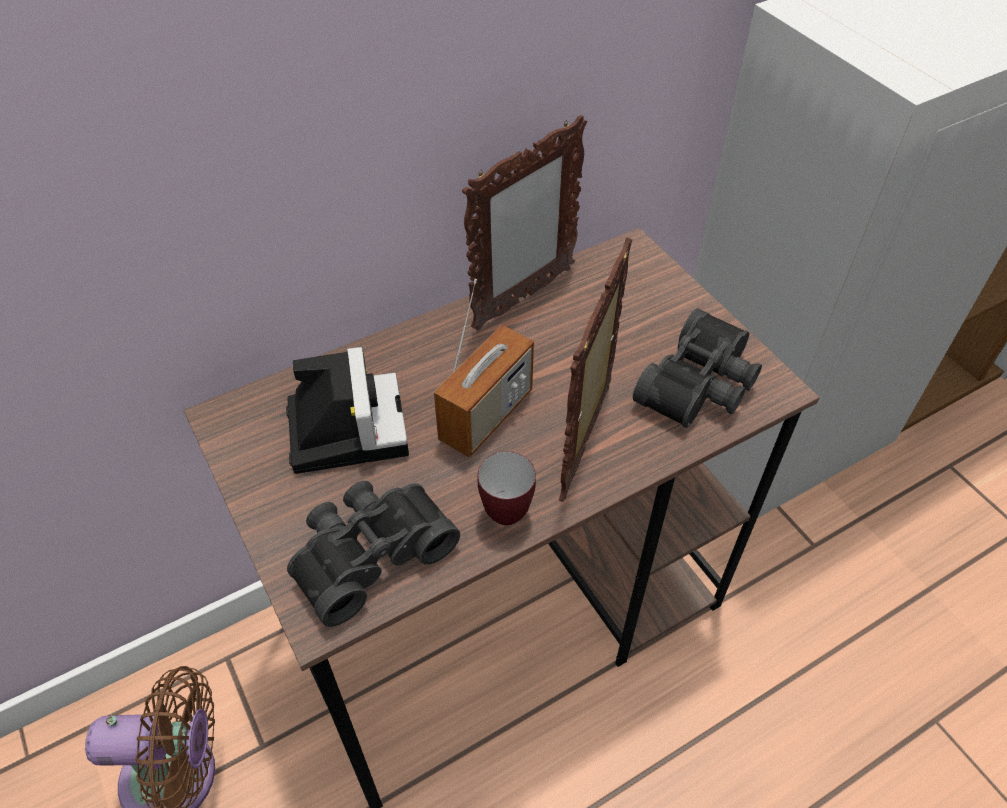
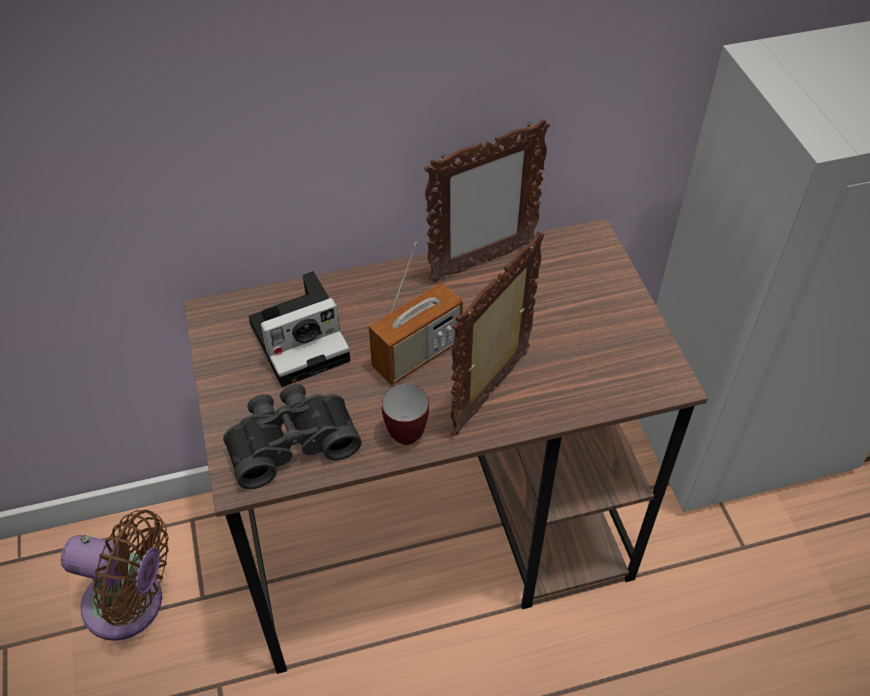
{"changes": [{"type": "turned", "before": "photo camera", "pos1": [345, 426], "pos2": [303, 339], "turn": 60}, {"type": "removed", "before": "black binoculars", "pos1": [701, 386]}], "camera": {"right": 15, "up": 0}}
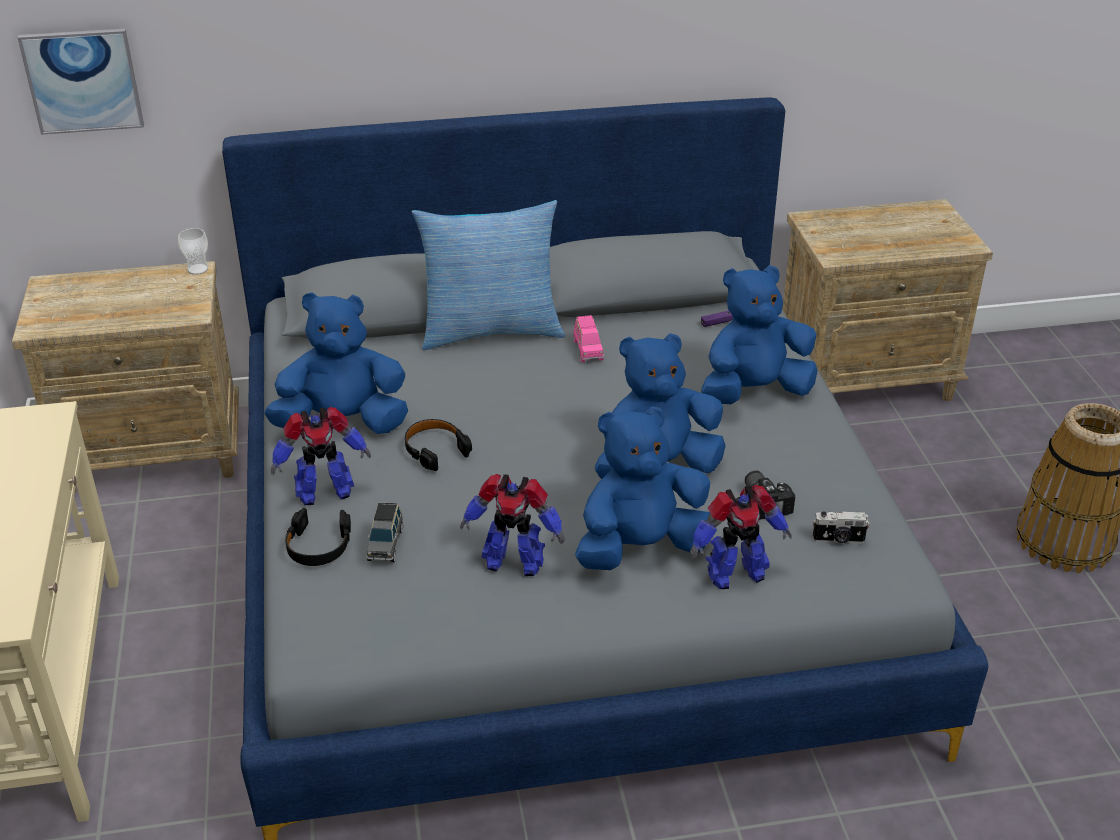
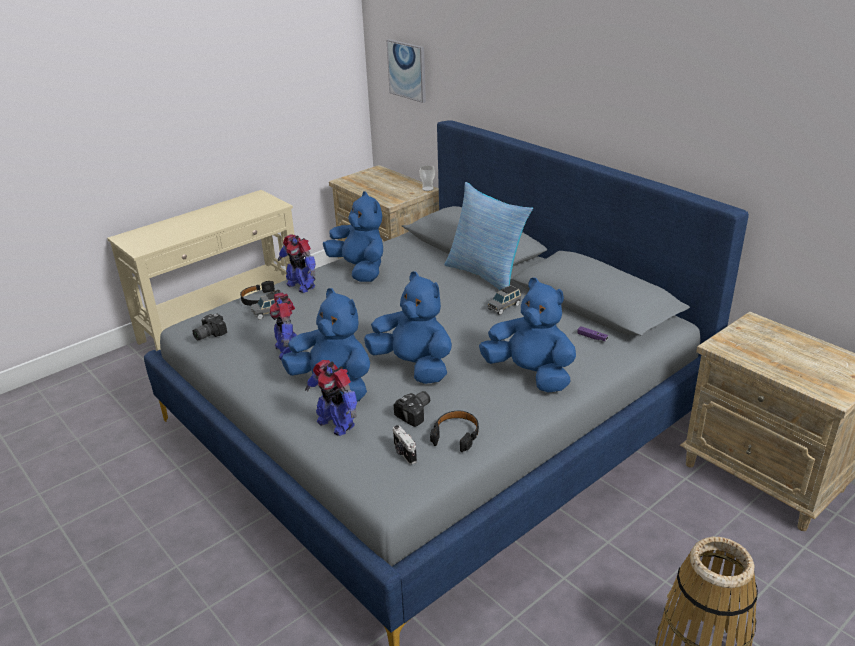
{"changes": [{"type": "added", "after": "photo camera", "pos2": [208, 334]}, {"type": "moved", "before": "black headphones", "pos1": [435, 449], "pos2": [456, 435]}, {"type": "recoloured", "before": "pink toy car", "after": "grey toy car", "pos1": [588, 350], "pos2": [504, 307]}], "camera": {"right": 60, "up": -5}}
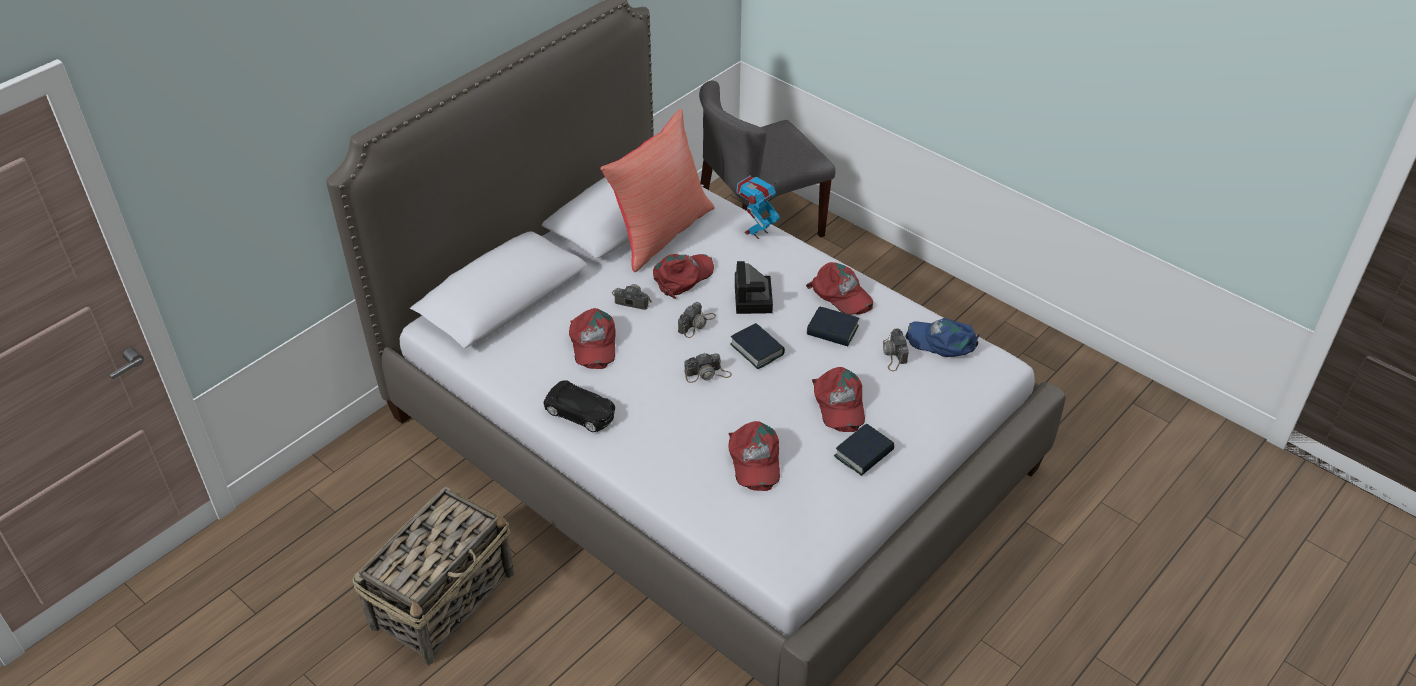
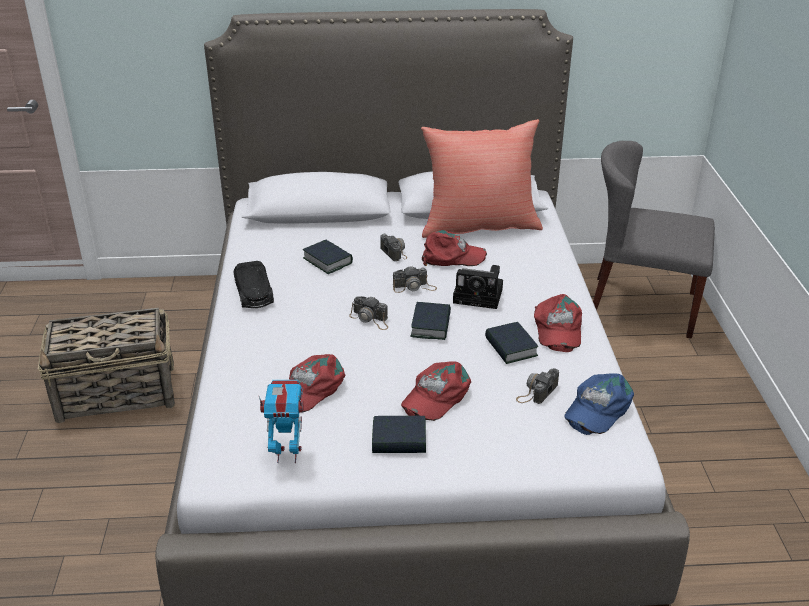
{"changes": [{"type": "moved", "before": "toy robot", "pos1": [756, 232], "pos2": [287, 454]}, {"type": "replaced", "before": "red cap", "after": "book", "pos1": [593, 343], "pos2": [327, 261]}, {"type": "turned", "before": "photo camera", "pos1": [754, 300], "pos2": [480, 296], "turn": -120}, {"type": "turned", "before": "blue cap", "pos1": [942, 341], "pos2": [597, 408], "turn": -120}], "camera": {"right": 45, "up": -10}}
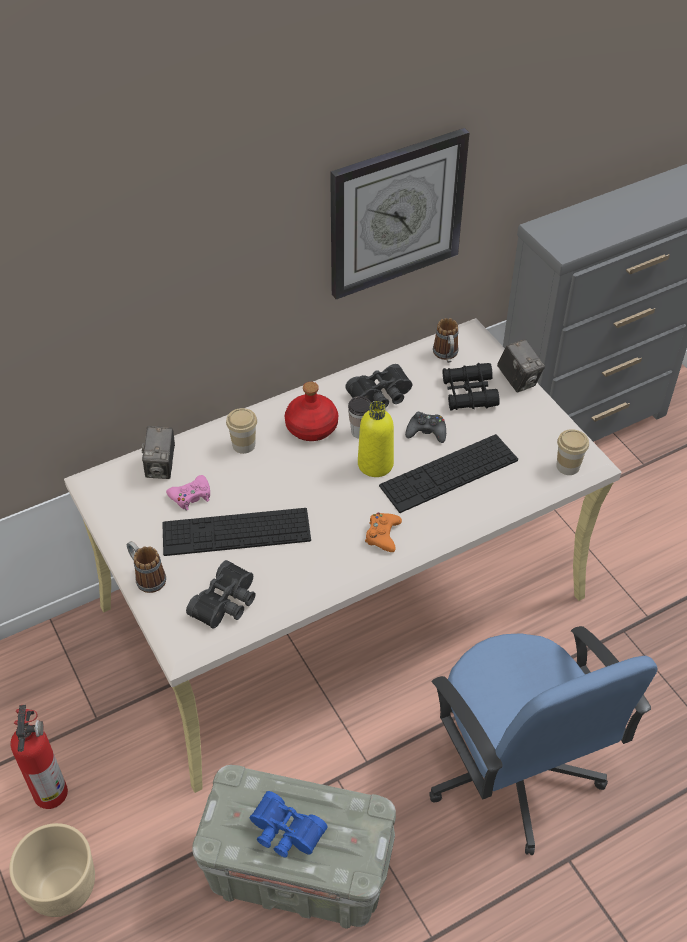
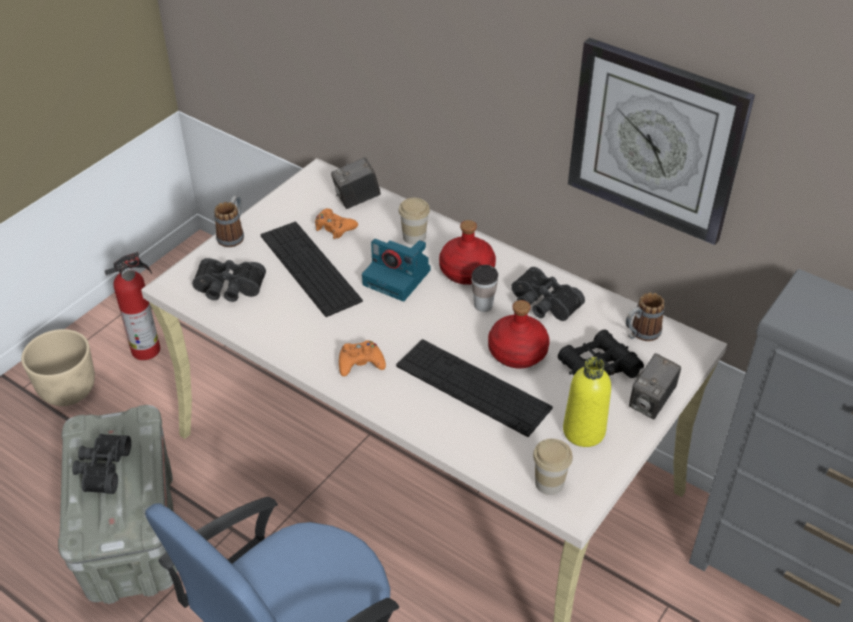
{"changes": [{"type": "recoloured", "before": "blue binoculars", "after": "black binoculars", "pos1": [284, 833], "pos2": [102, 469]}, {"type": "recoloured", "before": "pink game controller", "after": "orange game controller", "pos1": [191, 496], "pos2": [334, 228]}, {"type": "added", "after": "photo camera", "pos2": [398, 277]}, {"type": "replaced", "before": "black game controller", "after": "red bottle", "pos1": [426, 432], "pos2": [518, 352]}, {"type": "moved", "before": "yellow bottle", "pos1": [375, 464], "pos2": [584, 431]}], "camera": {"right": 65, "up": -5}}
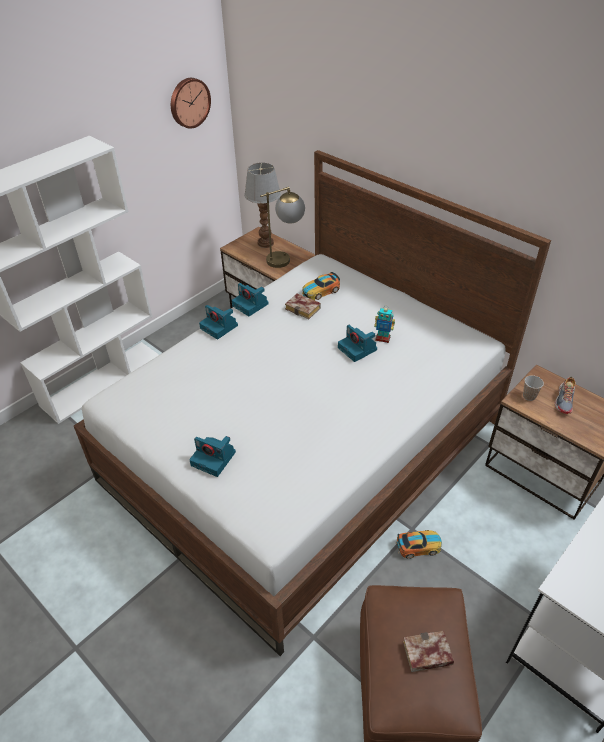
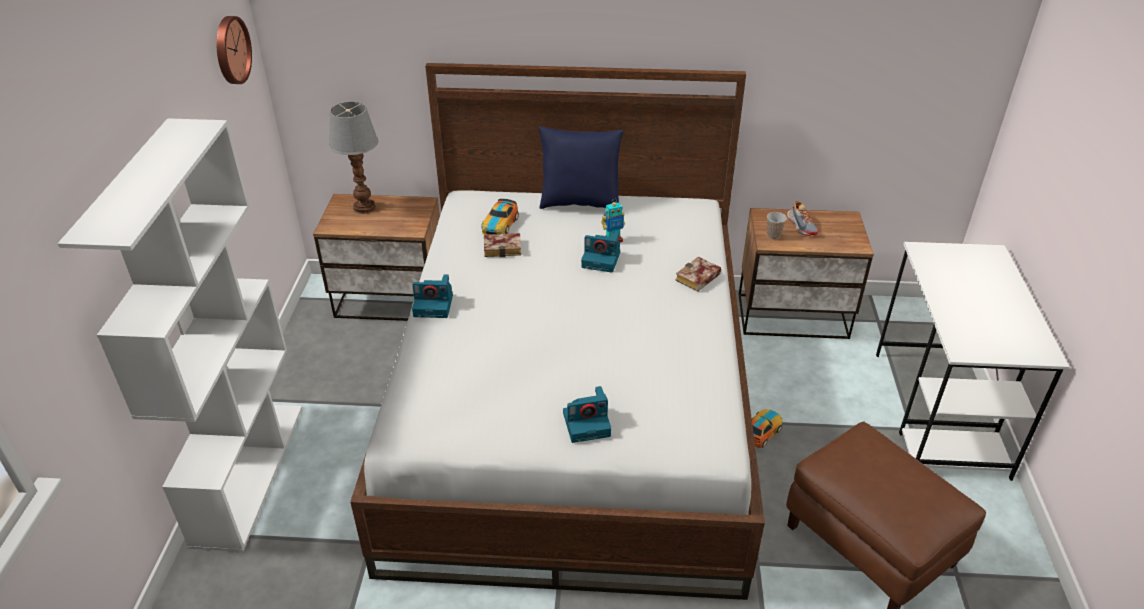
{"changes": [{"type": "added", "after": "blue pillow", "pos2": [580, 203]}, {"type": "moved", "before": "book", "pos1": [425, 655], "pos2": [697, 279]}, {"type": "removed", "before": "photo camera", "pos1": [251, 305]}, {"type": "removed", "before": "table lamp", "pos1": [285, 258]}], "camera": {"right": -40, "up": -5}}
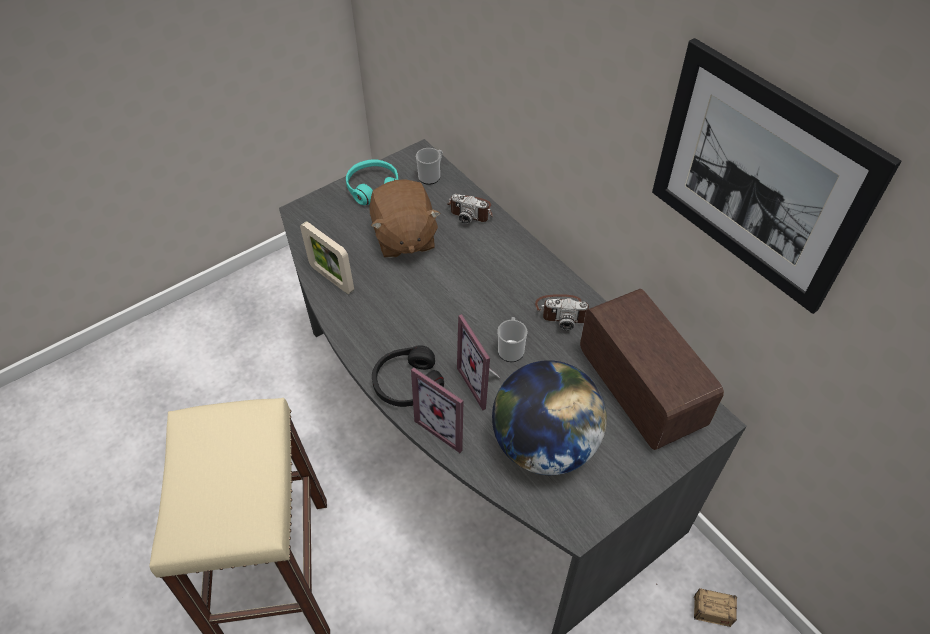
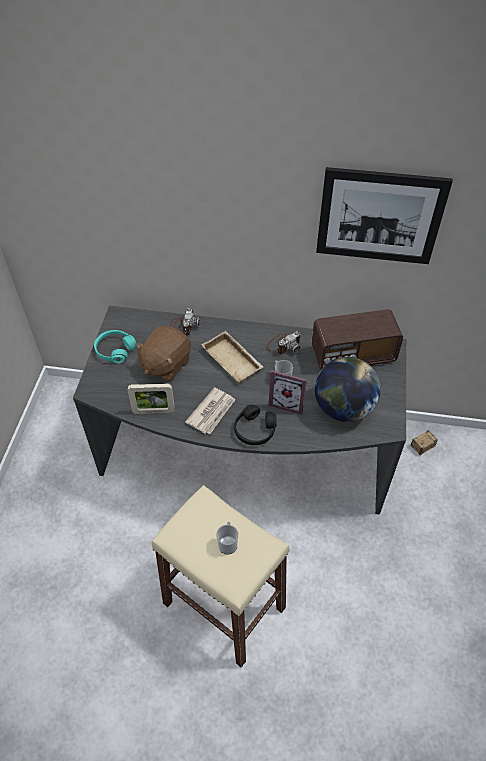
{"changes": [{"type": "turned", "before": "brown plush toy", "pos1": [404, 238], "pos2": [165, 364], "turn": 90}, {"type": "turned", "before": "photo camera", "pos1": [471, 210], "pos2": [182, 327], "turn": -60}, {"type": "added", "after": "newspaper", "pos2": [212, 412]}, {"type": "added", "after": "beige tray", "pos2": [234, 360]}, {"type": "moved", "before": "mug", "pos1": [431, 176], "pos2": [228, 543]}, {"type": "turned", "before": "radio", "pos1": [639, 389], "pos2": [352, 355], "turn": 150}, {"type": "removed", "before": "picture frame", "pos1": [447, 425]}], "camera": {"right": -45, "up": 0}}
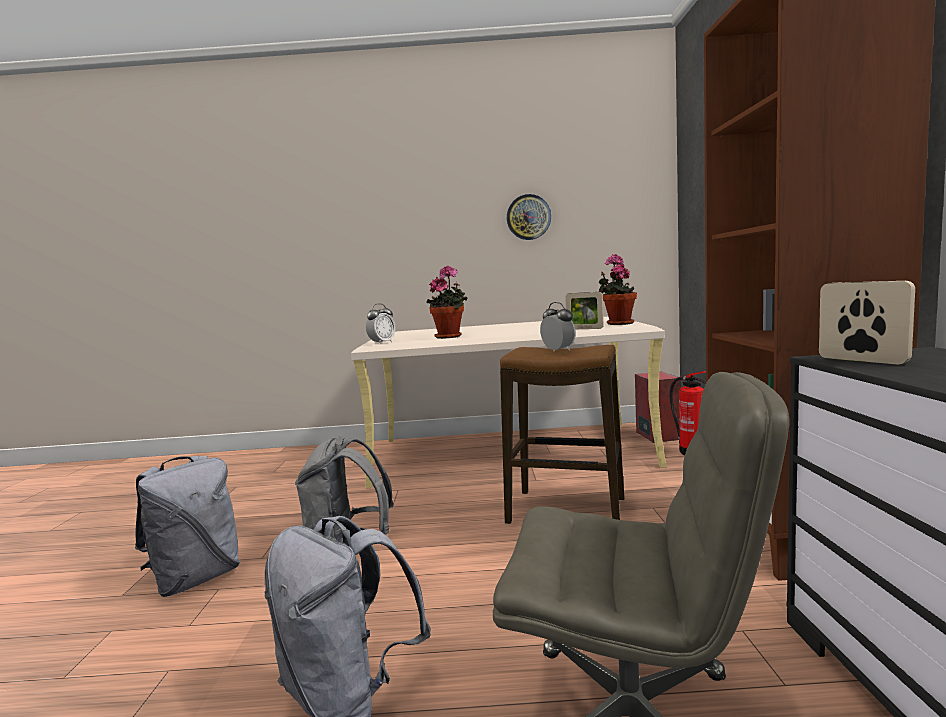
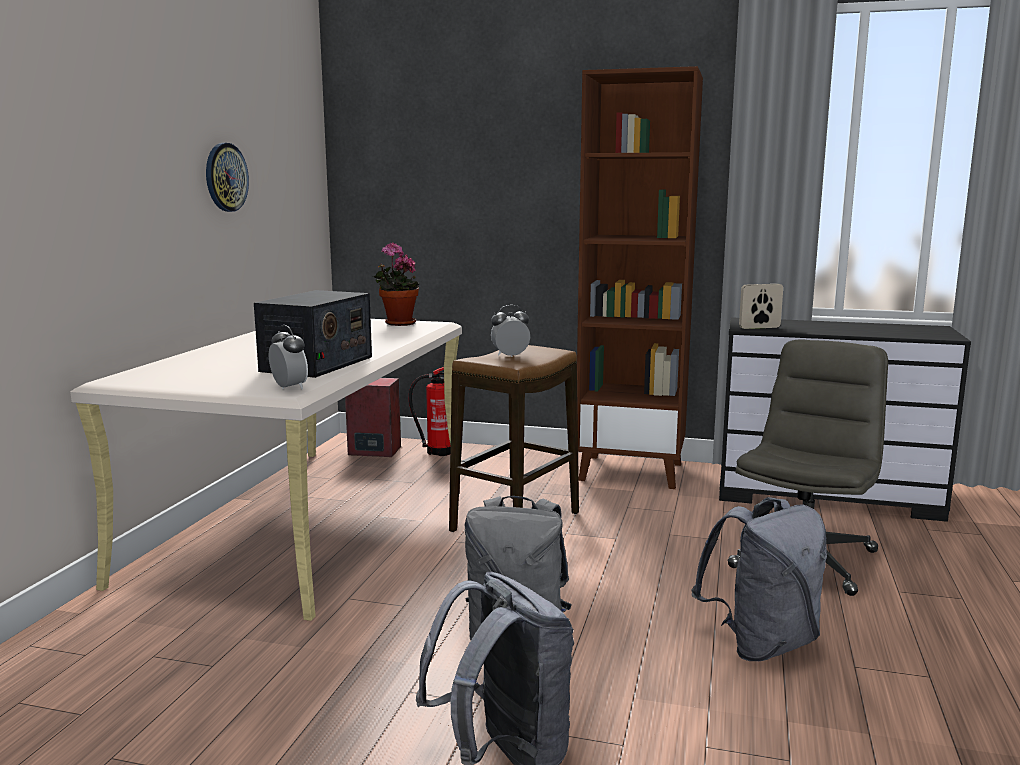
{"changes": [{"type": "replaced", "before": "potted plant", "after": "radio", "pos1": [450, 336], "pos2": [317, 364]}, {"type": "removed", "before": "picture frame", "pos1": [585, 329]}], "camera": {"right": -75, "up": 5}}
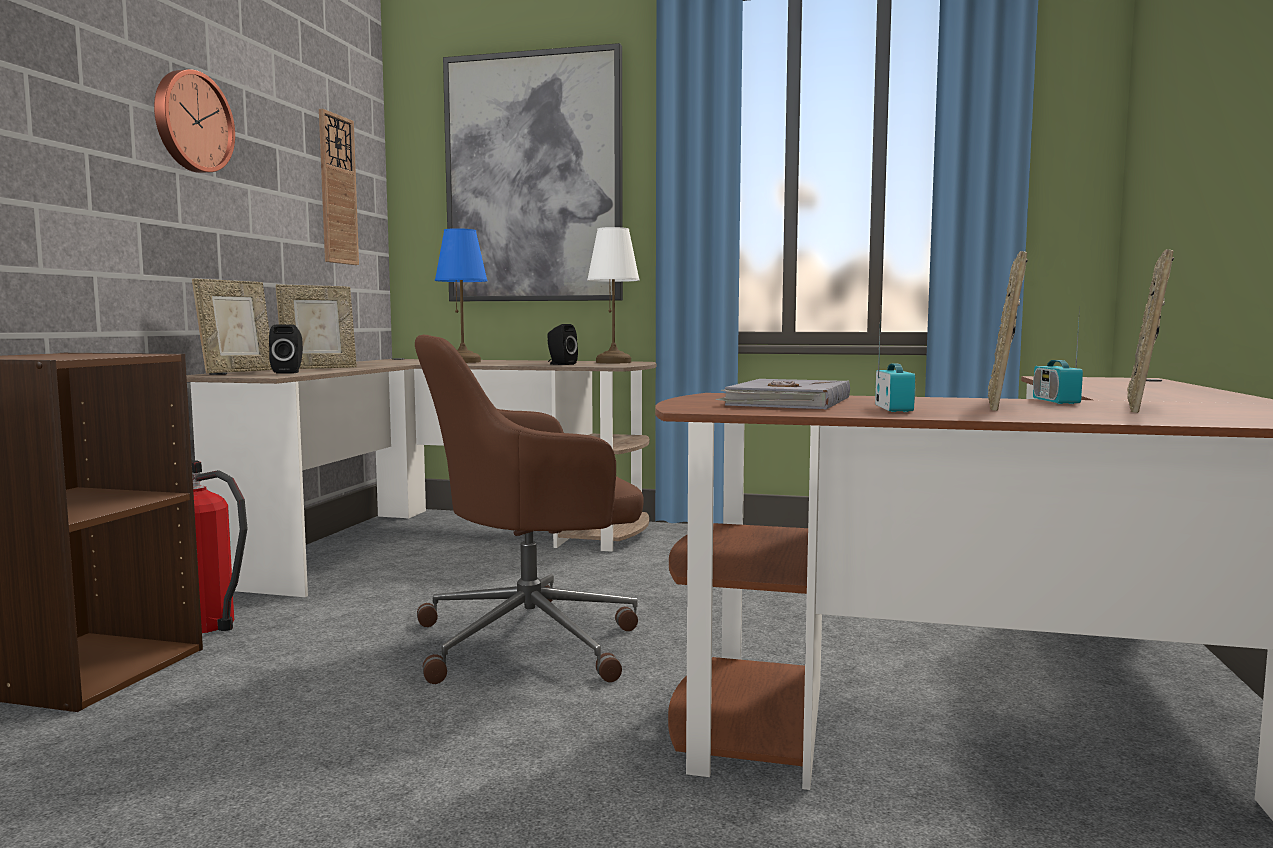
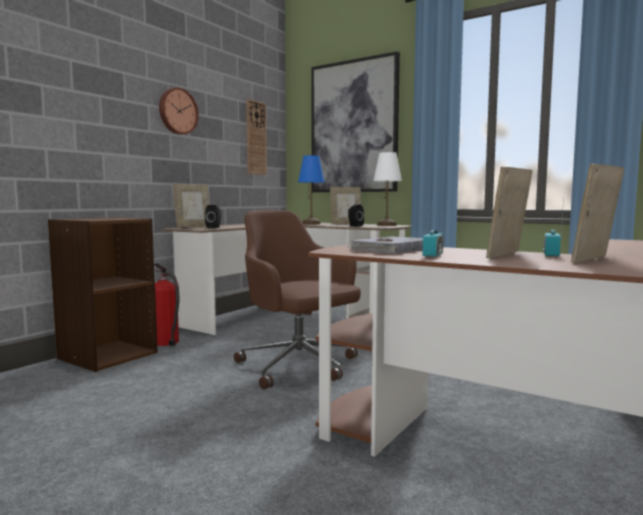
{"changes": [{"type": "turned", "before": "brown office chair", "pos1": [533, 640], "pos2": [299, 366], "turn": 45}, {"type": "moved", "before": "picture frame", "pos1": [319, 368], "pos2": [346, 224]}], "camera": {"right": 20, "up": 0}}
